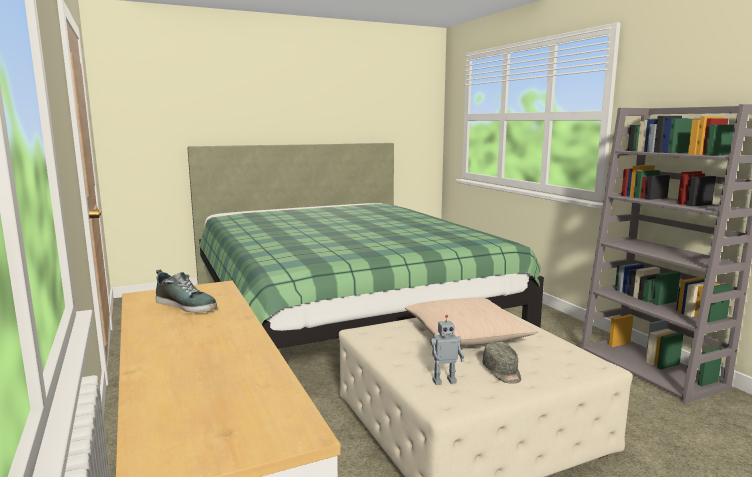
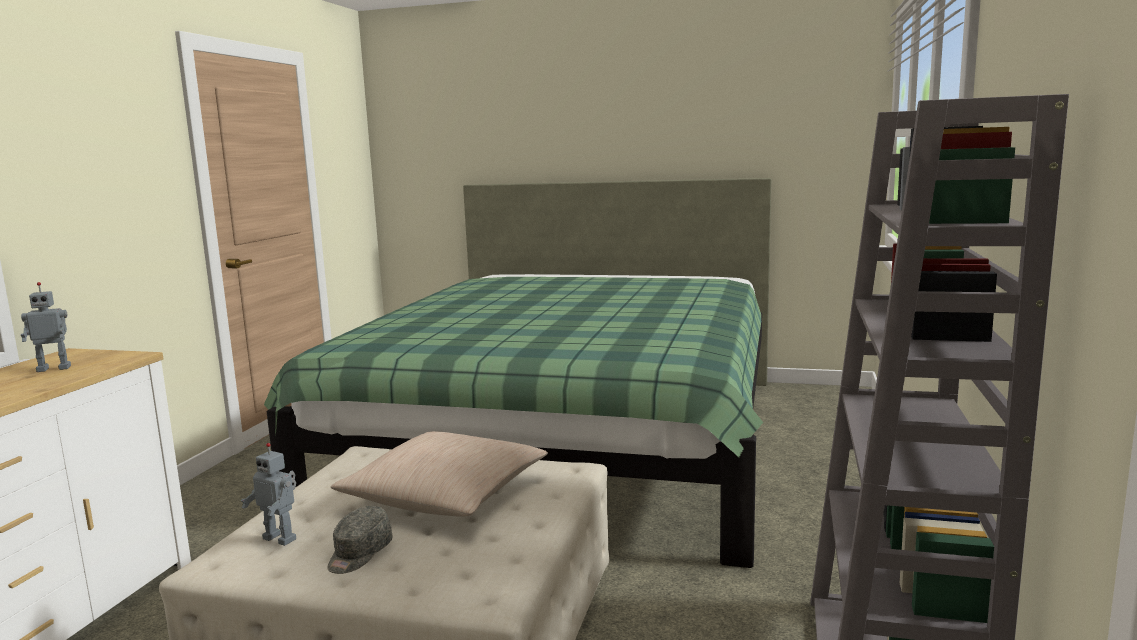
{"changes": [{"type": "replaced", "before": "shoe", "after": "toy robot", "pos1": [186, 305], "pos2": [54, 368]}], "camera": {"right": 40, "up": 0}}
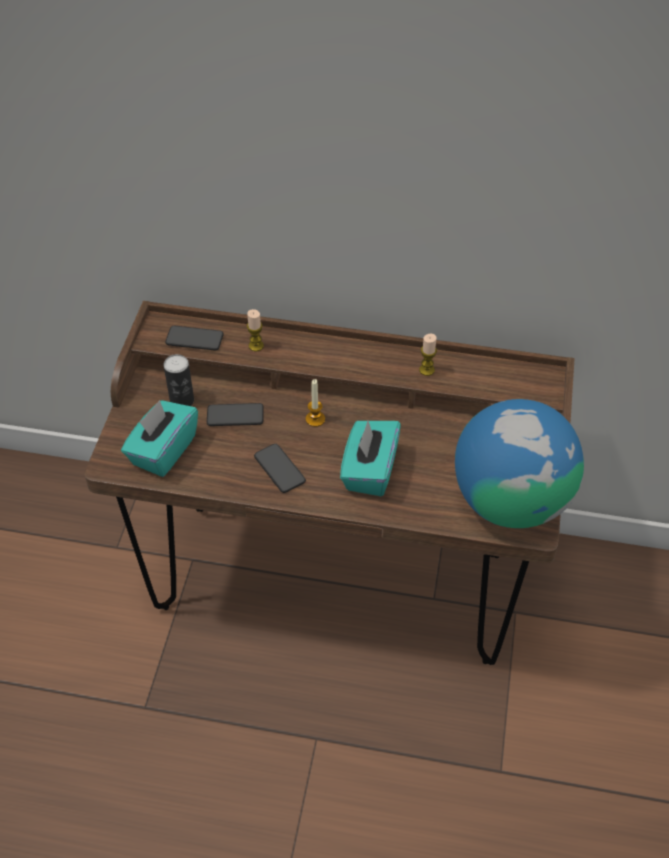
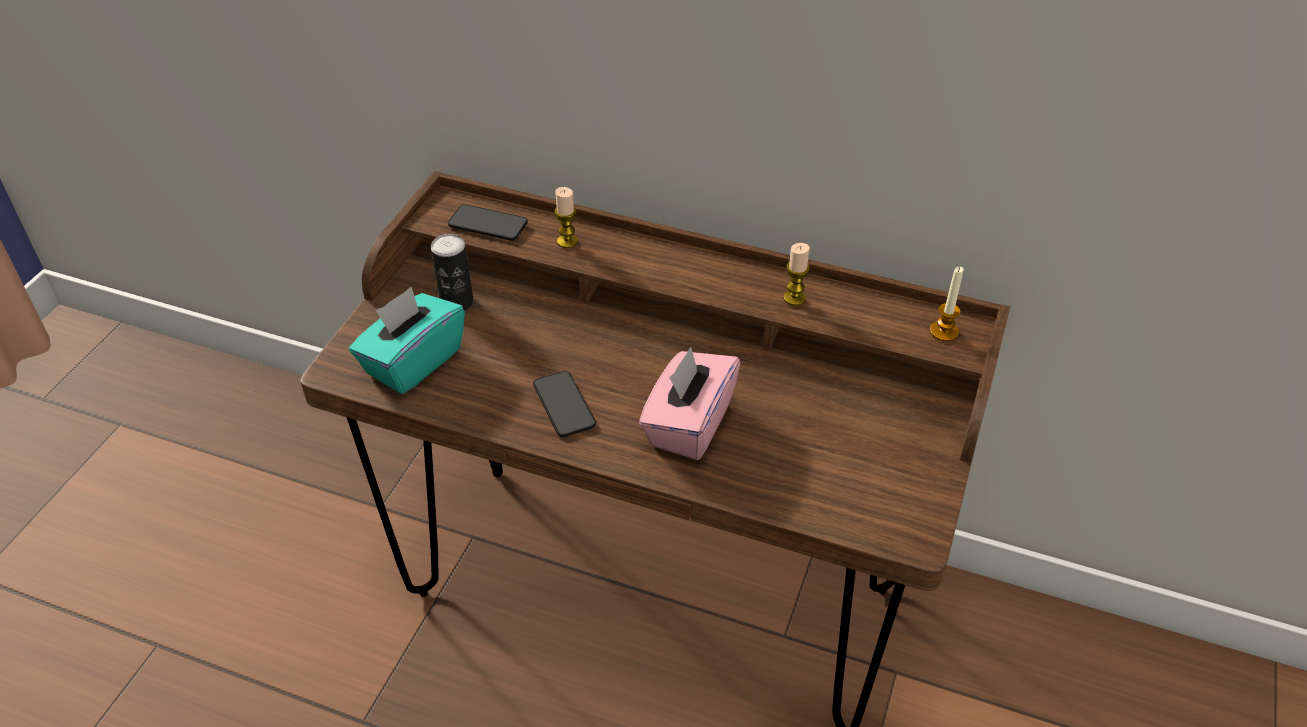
{"changes": [{"type": "recoloured", "before": "turquoise tissue box", "after": "pink tissue box", "pos1": [369, 471], "pos2": [688, 424]}, {"type": "moved", "before": "candle", "pos1": [315, 419], "pos2": [944, 331]}, {"type": "removed", "before": "phone", "pos1": [235, 415]}, {"type": "removed", "before": "globe", "pos1": [510, 500]}], "camera": {"right": 10, "up": -5}}
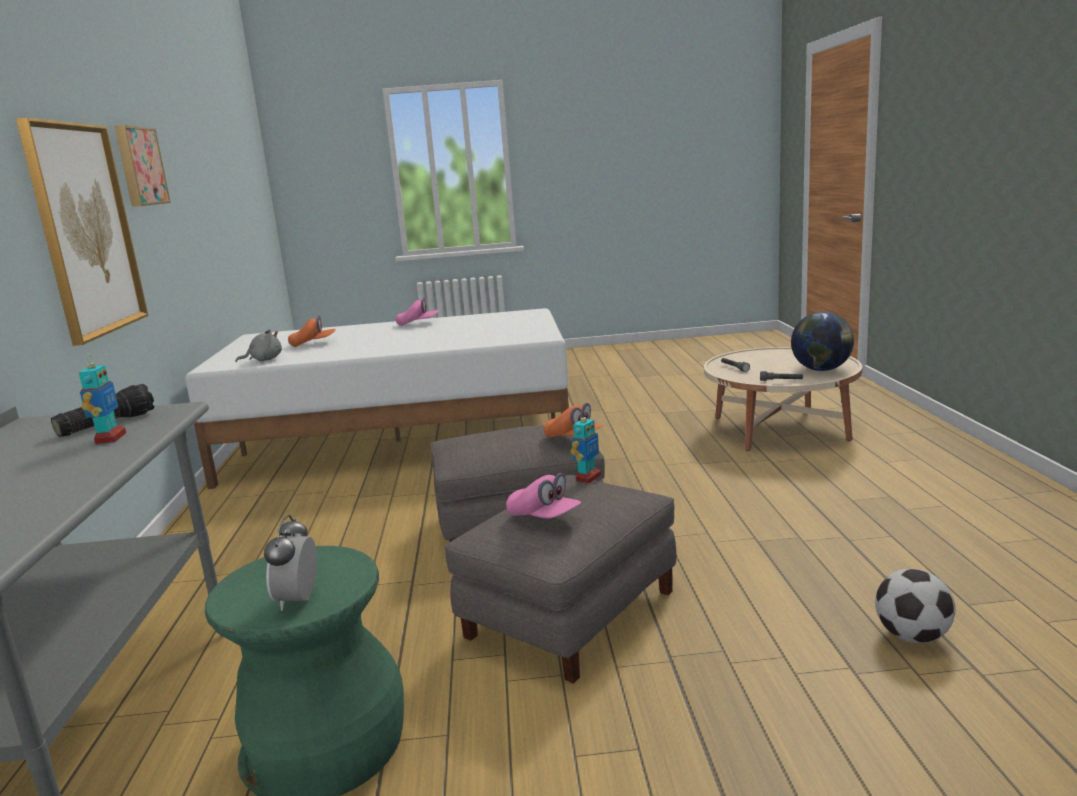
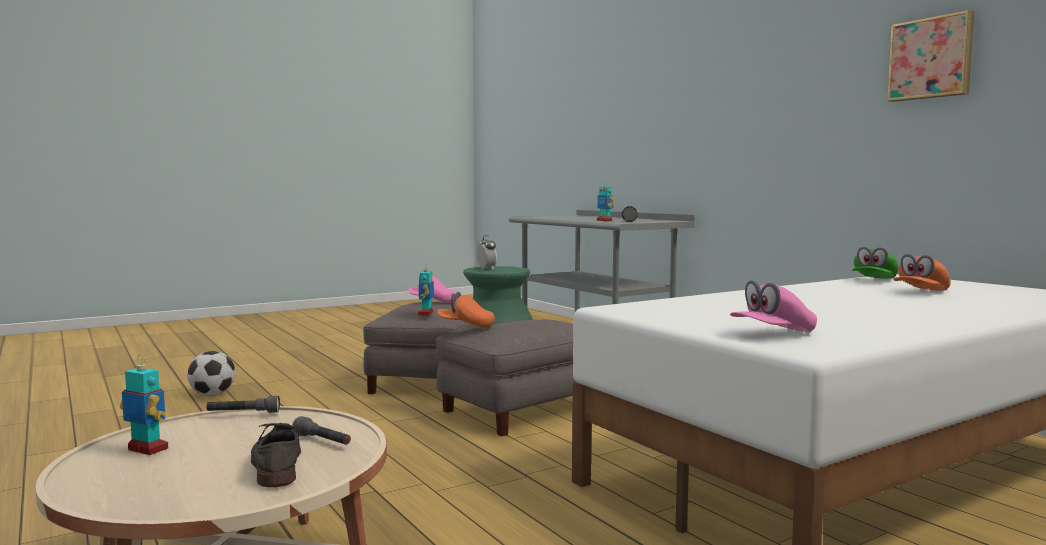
{"changes": [{"type": "replaced", "before": "globe", "after": "toy robot", "pos1": [821, 369], "pos2": [147, 449]}, {"type": "added", "after": "grey shoe", "pos2": [276, 464]}, {"type": "moved", "before": "pink cap", "pos1": [418, 324], "pos2": [772, 334]}, {"type": "replaced", "before": "grey plush toy", "after": "green cap", "pos1": [264, 360], "pos2": [874, 280]}, {"type": "removed", "before": "picture", "pos1": [85, 230]}], "camera": {"right": 150, "up": -10}}
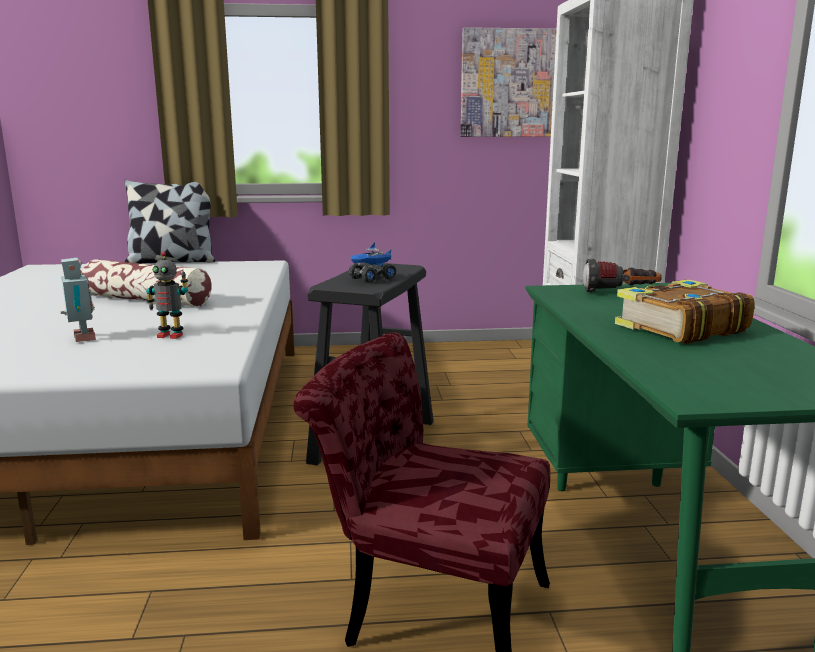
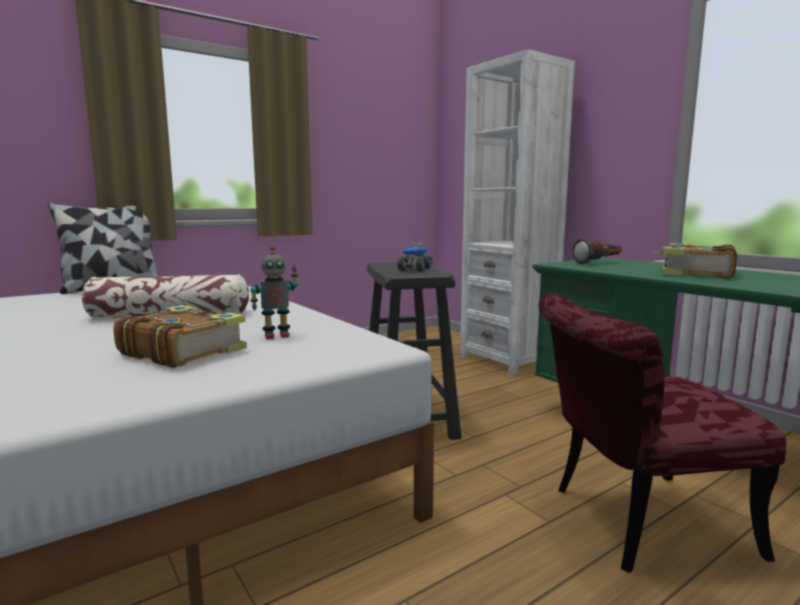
{"changes": [{"type": "replaced", "before": "toy robot", "after": "book", "pos1": [81, 339], "pos2": [182, 351]}, {"type": "removed", "before": "picture", "pos1": [511, 83]}], "camera": {"right": -30, "up": -5}}
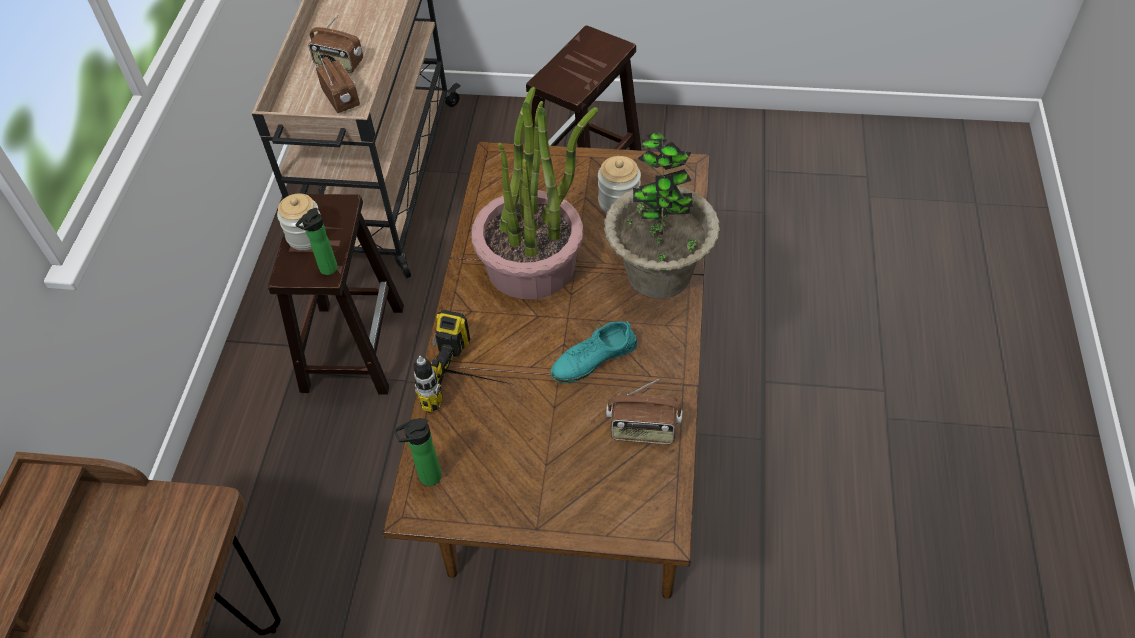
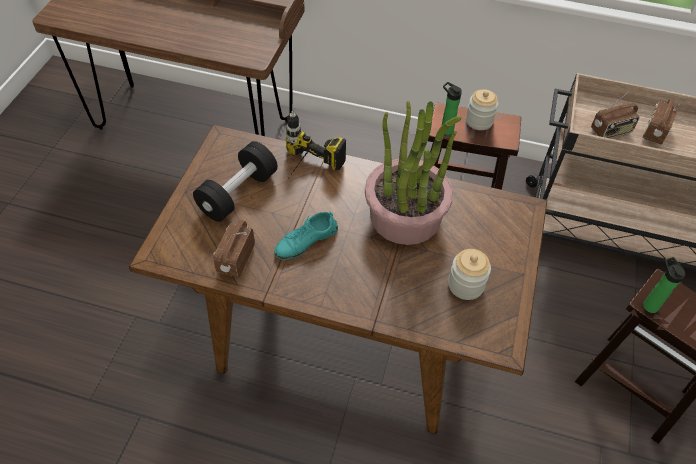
{"changes": [{"type": "added", "after": "black dumbbell", "pos2": [238, 193]}, {"type": "turned", "before": "turquoise shoe", "pos1": [593, 359], "pos2": [306, 241], "turn": -105}, {"type": "moved", "before": "bottle", "pos1": [426, 478], "pos2": [649, 304]}, {"type": "removed", "before": "potted plant", "pos1": [659, 273]}], "camera": {"right": 95, "up": 0}}
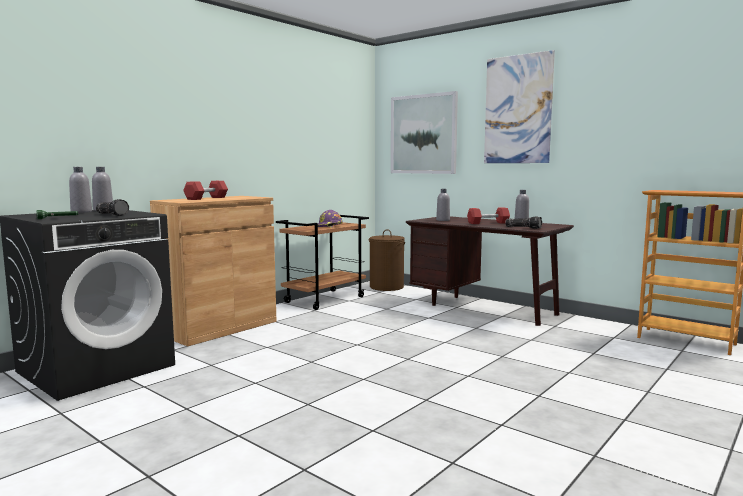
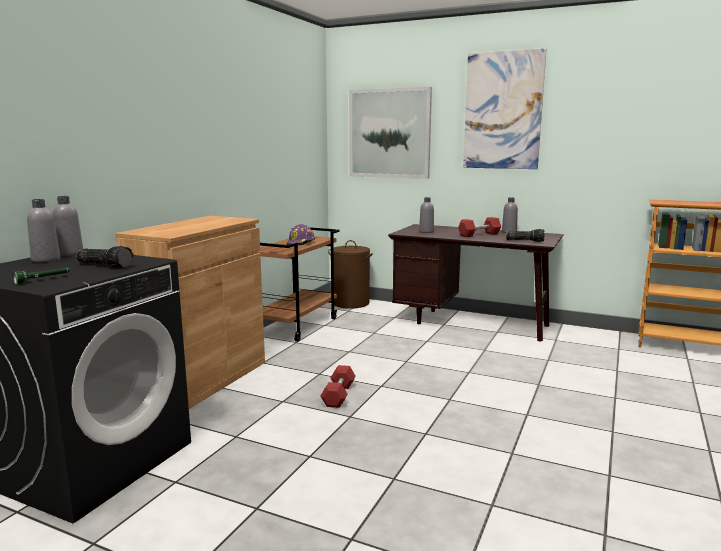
{"changes": [{"type": "moved", "before": "red dumbbell", "pos1": [206, 198], "pos2": [338, 395]}], "camera": {"right": -15, "up": 5}}
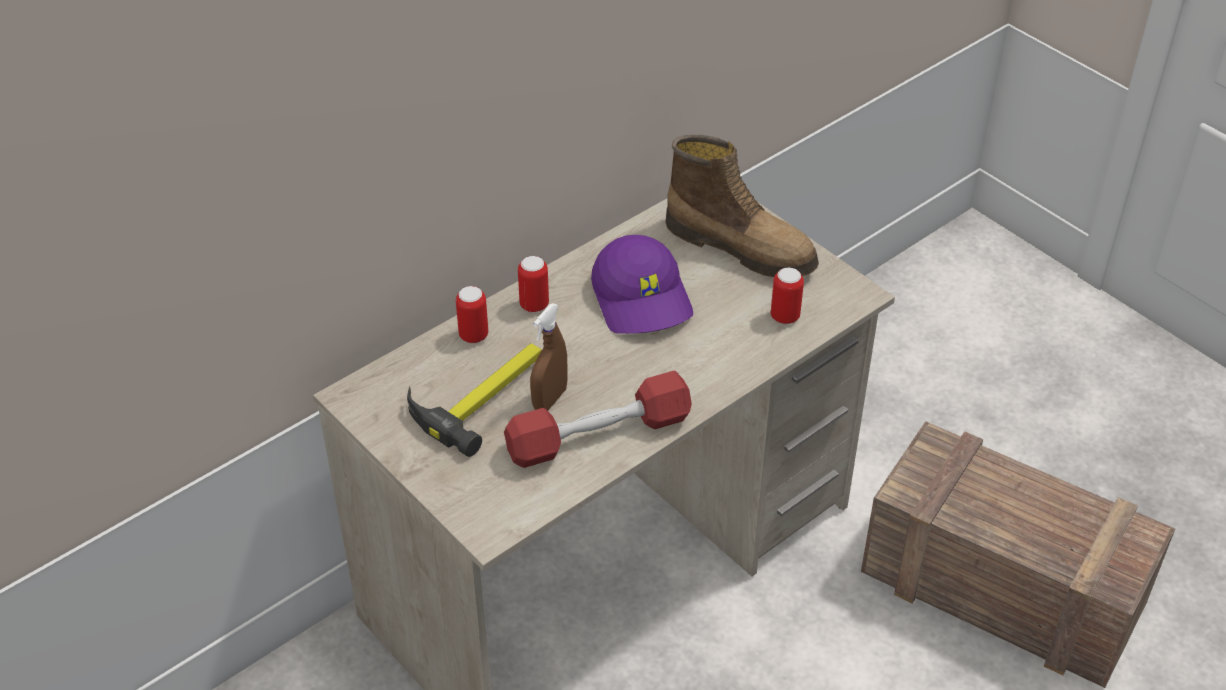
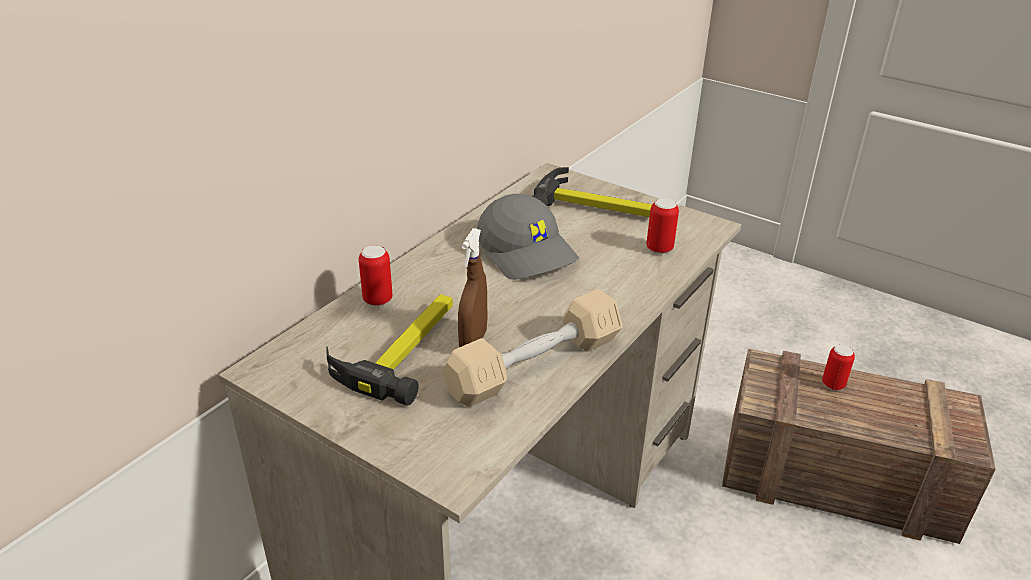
{"changes": [{"type": "recoloured", "before": "red dumbbell", "after": "beige dumbbell", "pos1": [599, 435], "pos2": [535, 365]}, {"type": "recoloured", "before": "purple cap", "after": "grey cap", "pos1": [643, 299], "pos2": [528, 252]}, {"type": "replaced", "before": "boot", "after": "hammer", "pos1": [741, 247], "pos2": [595, 206]}, {"type": "moved", "before": "can", "pos1": [534, 305], "pos2": [833, 385]}], "camera": {"right": -15, "up": -10}}
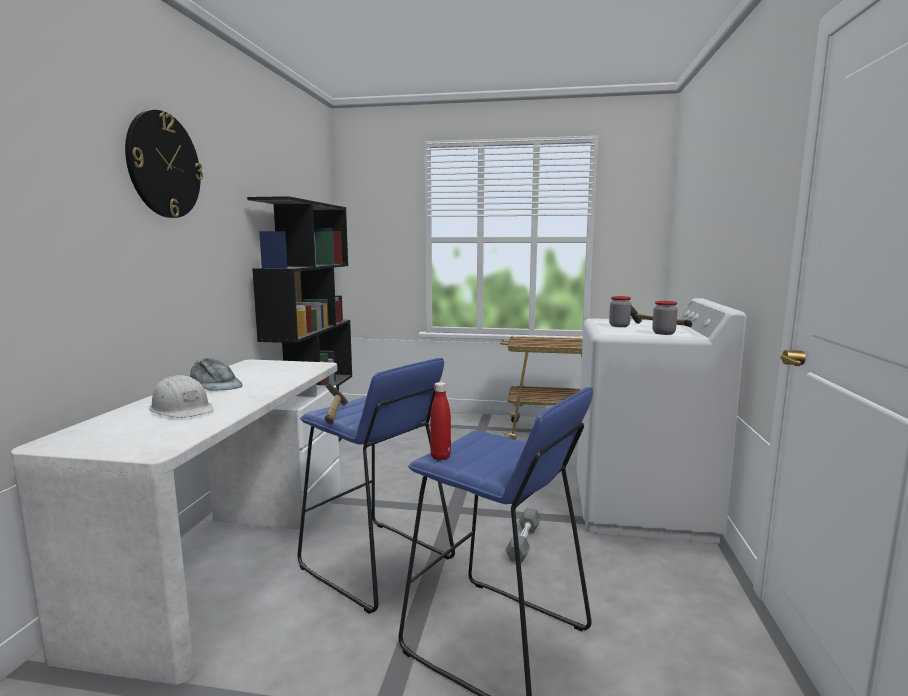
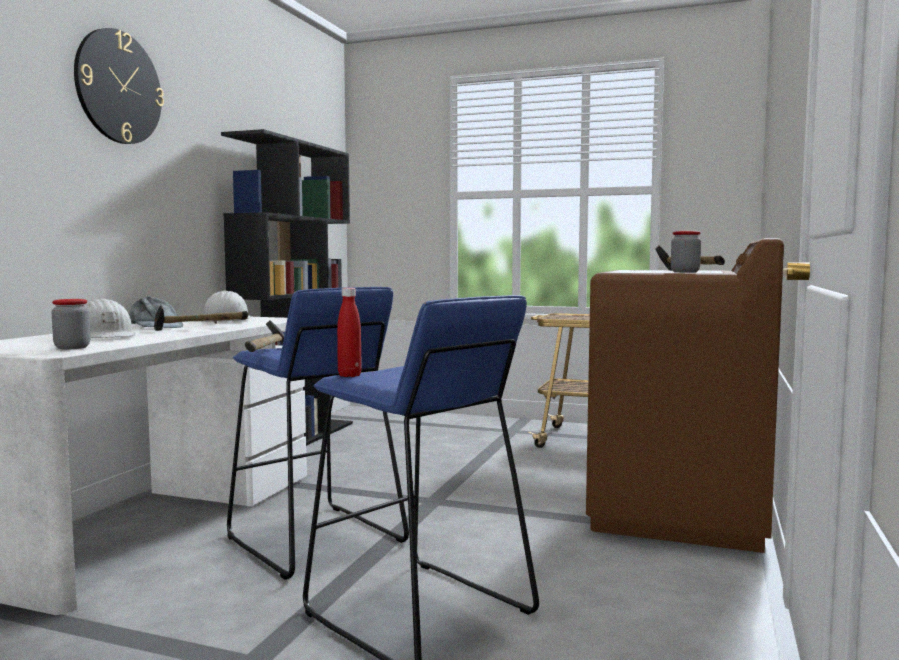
{"changes": [{"type": "moved", "before": "jar", "pos1": [619, 326], "pos2": [72, 347]}, {"type": "added", "after": "hammer", "pos2": [200, 328]}, {"type": "added", "after": "white hard hat", "pos2": [226, 320]}, {"type": "recoloured", "before": "white washing machine", "after": "brown washing machine", "pos1": [642, 508], "pos2": [678, 514]}, {"type": "removed", "before": "grey dumbbell", "pos1": [523, 542]}], "camera": {"right": 10, "up": -5}}
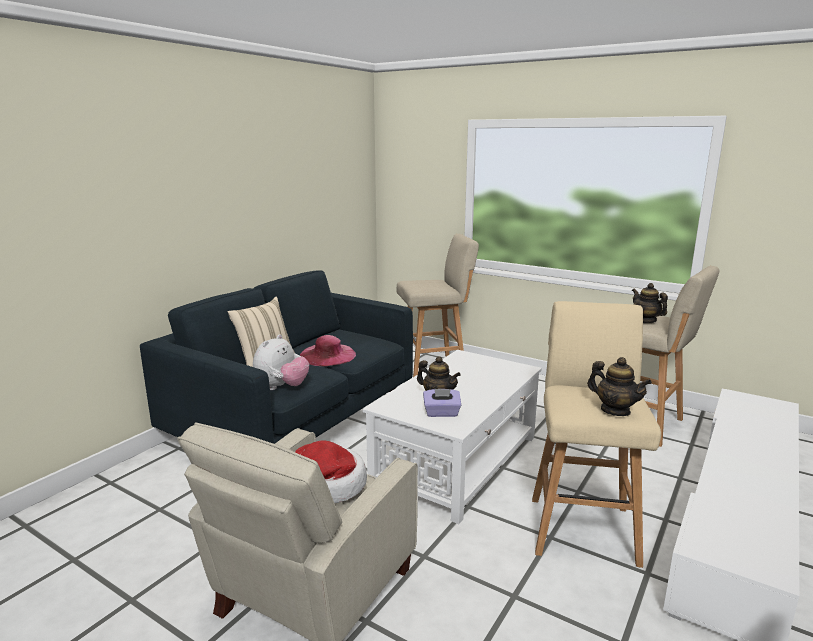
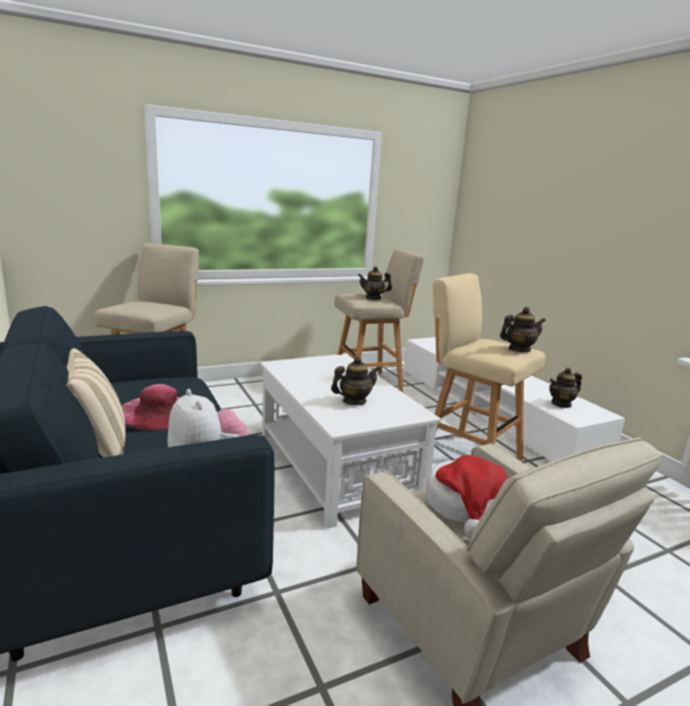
{"changes": [{"type": "added", "after": "teapot", "pos2": [561, 404]}, {"type": "removed", "before": "purple tissue box", "pos1": [441, 413]}], "camera": {"right": -60, "up": 0}}
